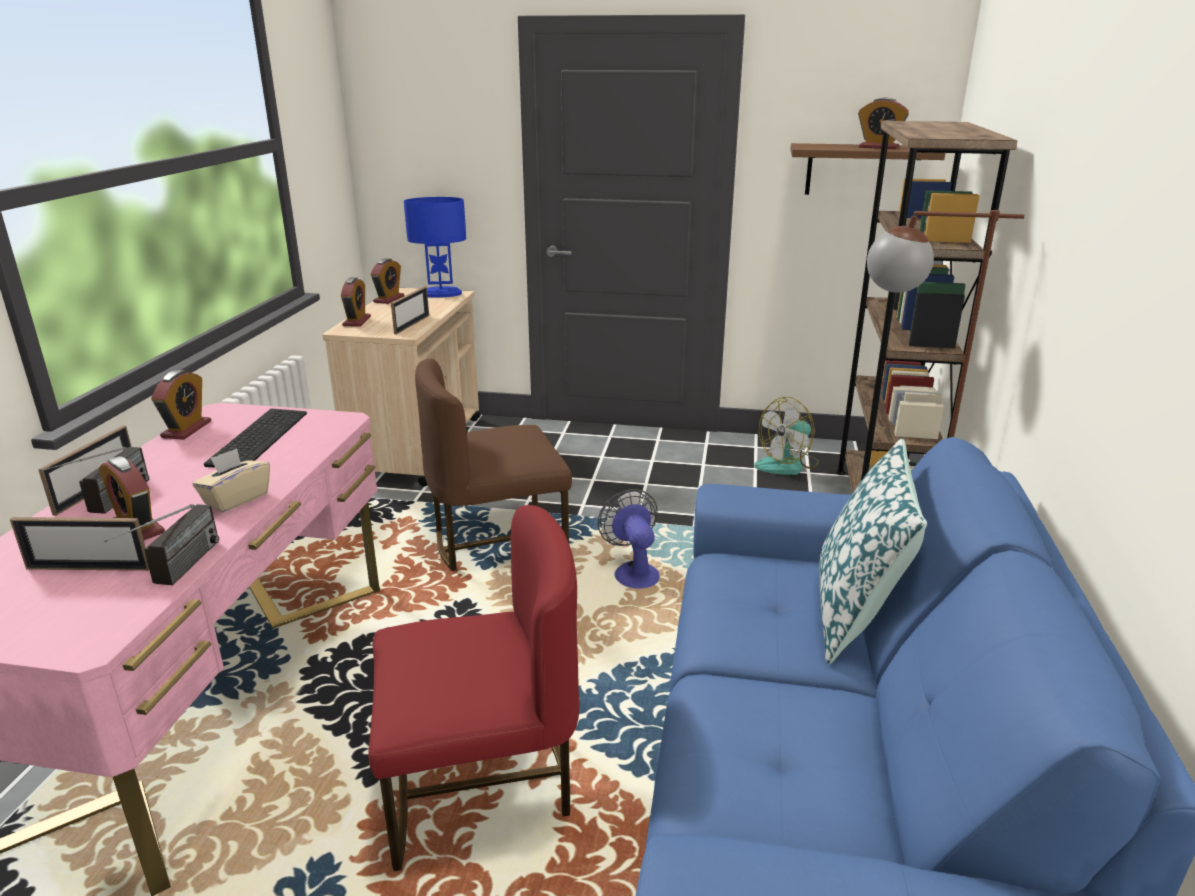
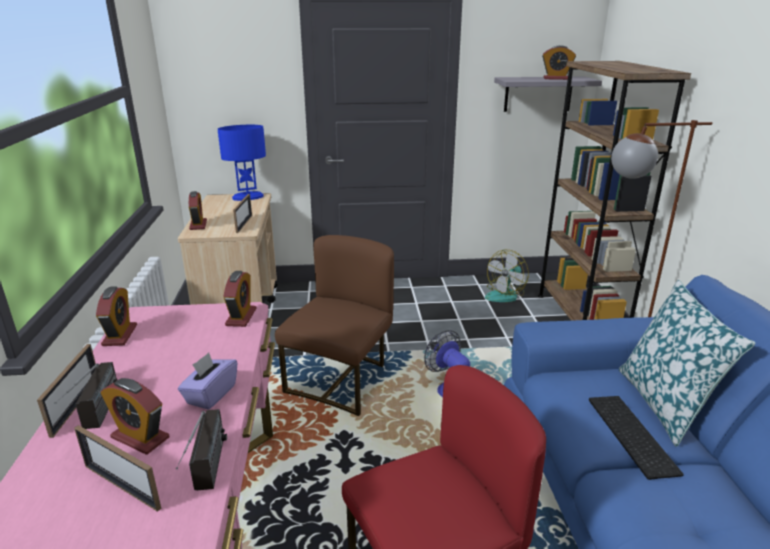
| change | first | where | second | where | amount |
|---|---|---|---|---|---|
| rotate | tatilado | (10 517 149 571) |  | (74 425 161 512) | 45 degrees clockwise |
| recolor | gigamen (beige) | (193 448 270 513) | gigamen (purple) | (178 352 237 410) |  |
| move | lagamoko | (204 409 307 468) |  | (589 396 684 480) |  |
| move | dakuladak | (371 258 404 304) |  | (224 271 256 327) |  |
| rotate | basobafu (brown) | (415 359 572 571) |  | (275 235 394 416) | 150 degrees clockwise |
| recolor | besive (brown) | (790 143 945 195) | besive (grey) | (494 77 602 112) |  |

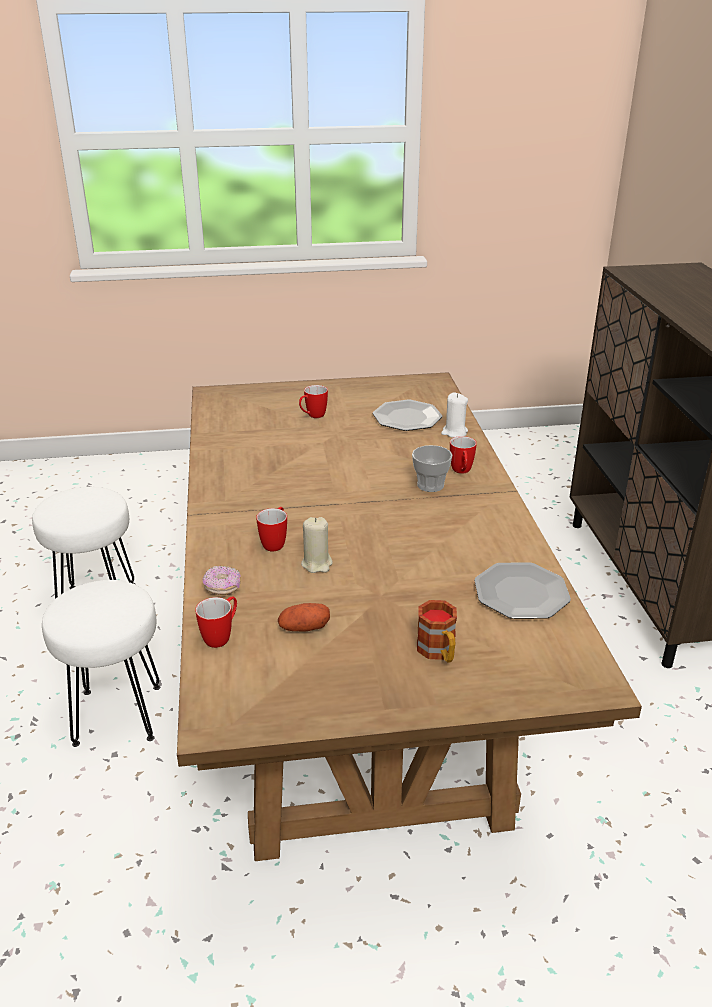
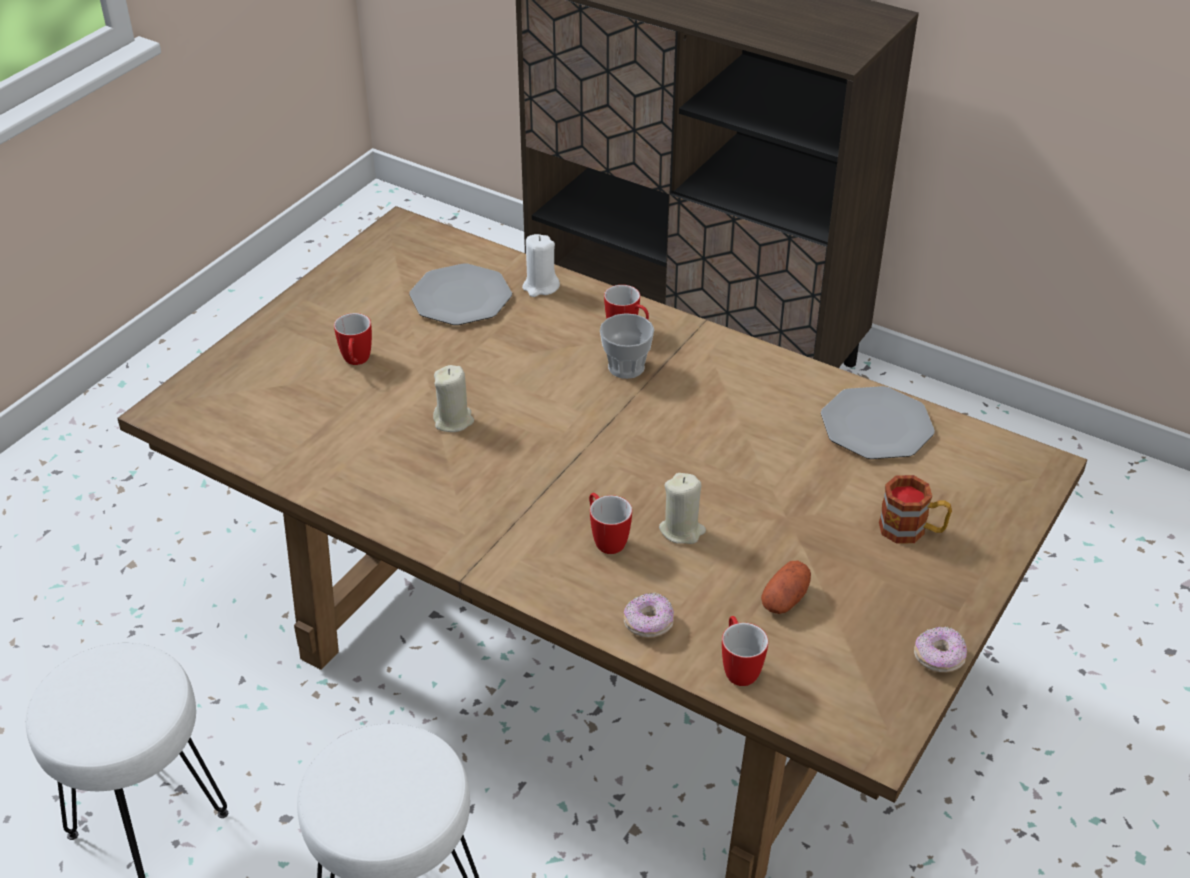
| change | first | where | second | where | amount |
|---|---|---|---|---|---|
| insert |  |  | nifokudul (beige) | (433 365 474 432) |  |
| insert |  |  | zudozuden | (914 626 967 673) |  |

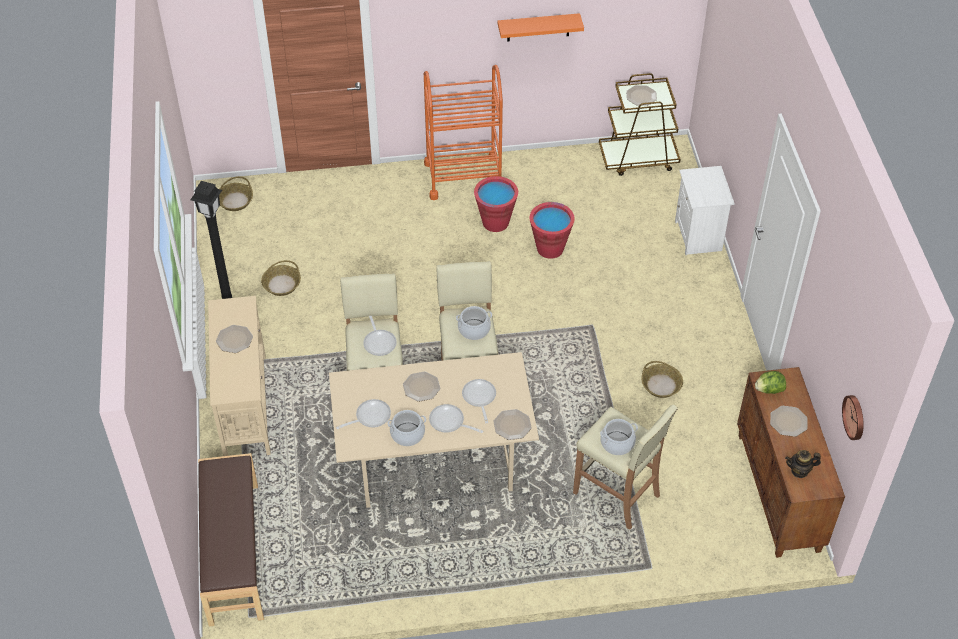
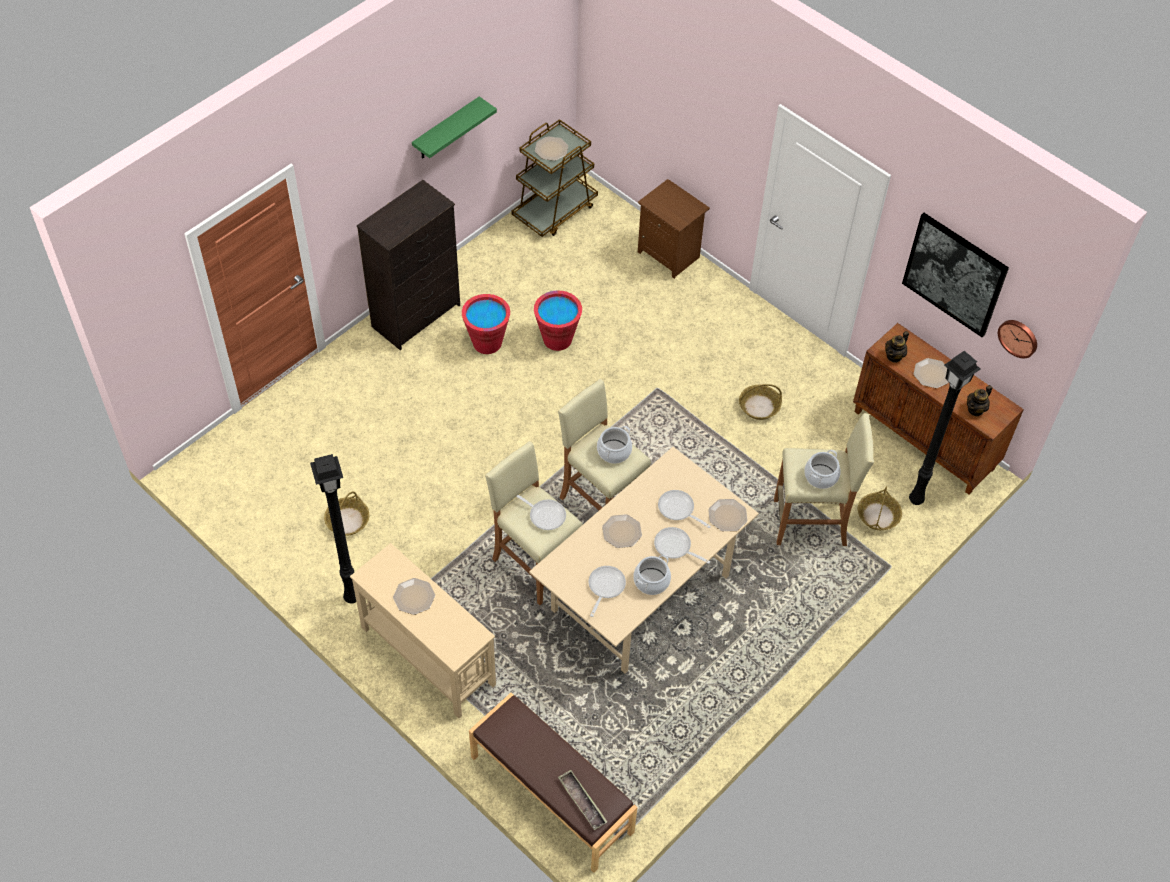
| change | first | where | second | where | amount |
|---|---|---|---|---|---|
| move | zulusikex | (219 176 253 211) |  | (858 486 902 530) |  |
| replace | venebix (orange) | (424 65 503 200) | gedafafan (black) | (357 180 460 350) |  |
| rotate | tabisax | (429 404 483 433) |  | (654 527 710 564) | 45 degrees clockwise |
| recolor | besive (orange) | (498 13 584 42) | besive (green) | (412 96 497 159) |  |
| recolor | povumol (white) | (675 166 735 256) | povumol (brown) | (638 179 710 279) |  |
| replace | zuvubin | (755 371 786 394) | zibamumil | (885 331 909 363) |  |
| insert |  |  | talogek | (558 770 607 830) |  |
| insert |  |  | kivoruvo | (902 213 1009 337) |  |
| insert |  |  | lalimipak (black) | (909 351 980 505) |  |

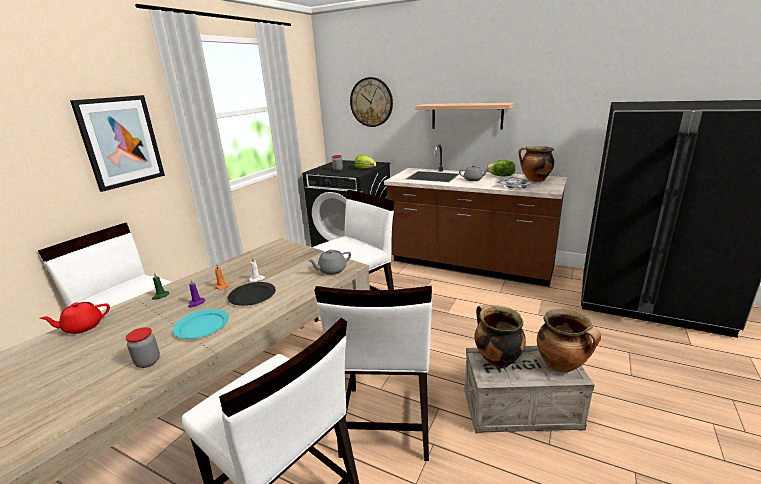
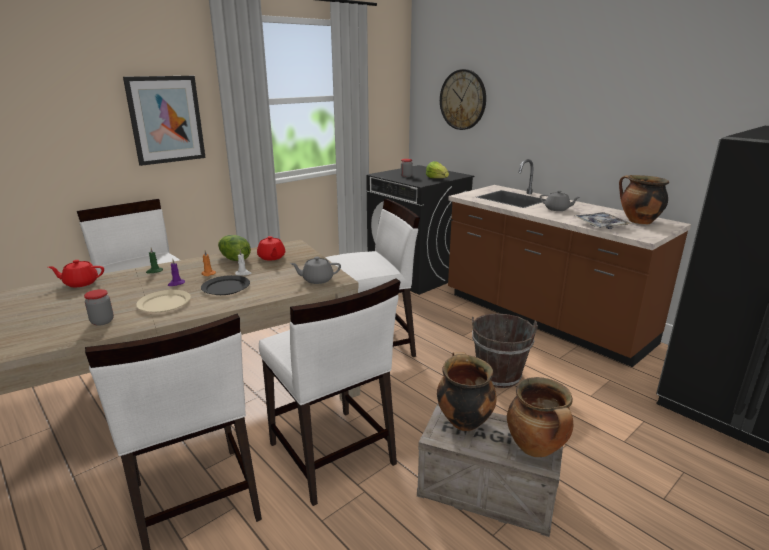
| change | first | where | second | where | amount |
|---|---|---|---|---|---|
| recolor | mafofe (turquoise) | (173 309 229 339) | mafofe (beige) | (136 290 191 312) |  |
| rotate | basobafu (white) | (314 286 432 461) |  | (259 278 400 506) | 60 degrees counterclockwise |
| delete | besive | (415 103 515 130) |  |  |  |
| move | zuvubin | (486 160 515 177) |  | (218 235 251 261) |  |
| insert |  |  | zibamumil (red) | (257 236 285 261) |  |
| insert |  |  | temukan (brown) | (472 313 538 388) |  |

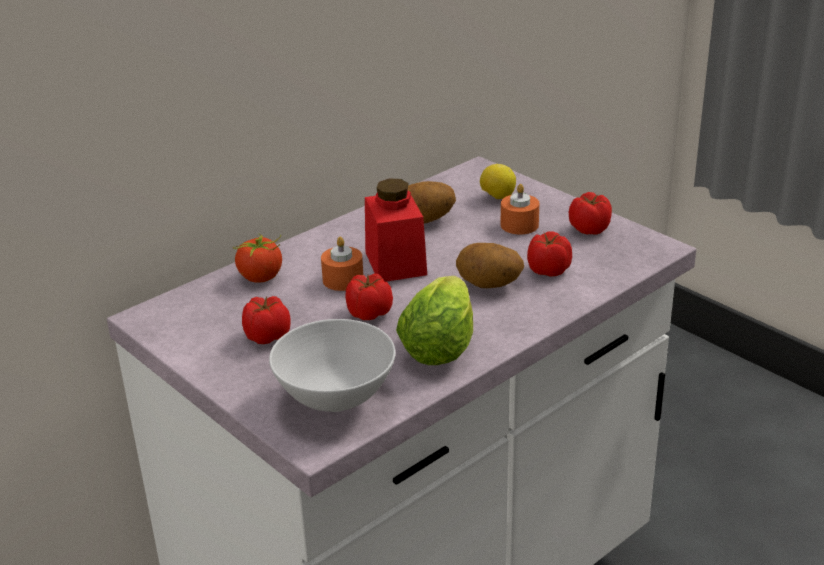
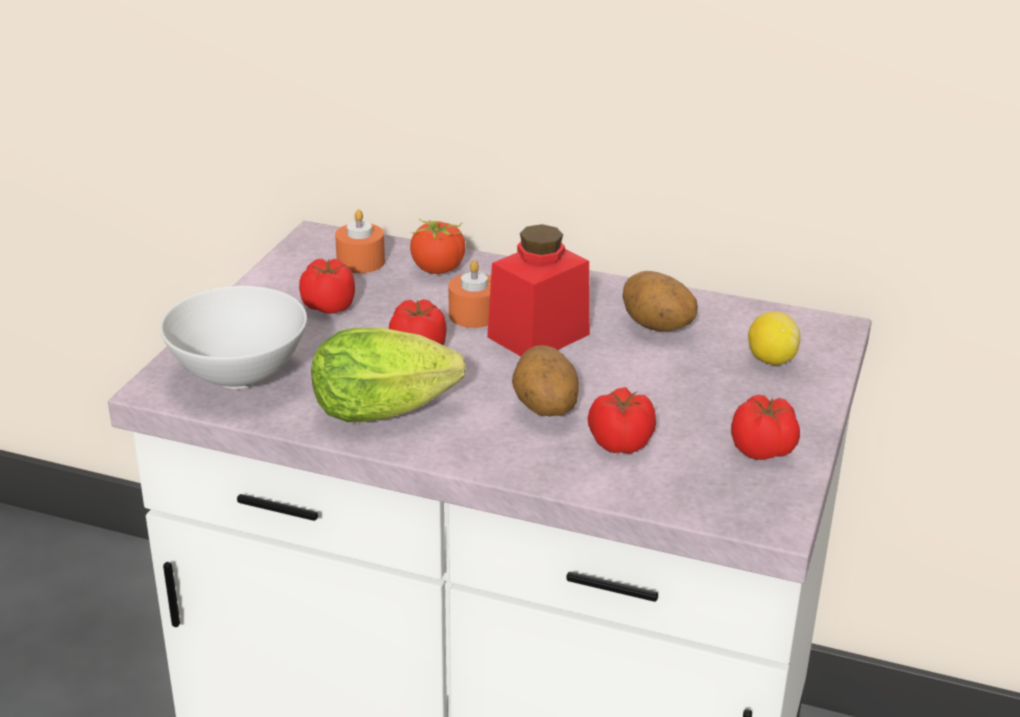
| change | first | where | second | where | amount |
|---|---|---|---|---|---|
| move | nifokudul (orange) | (501 184 539 235) |  | (335 209 385 273) |  |

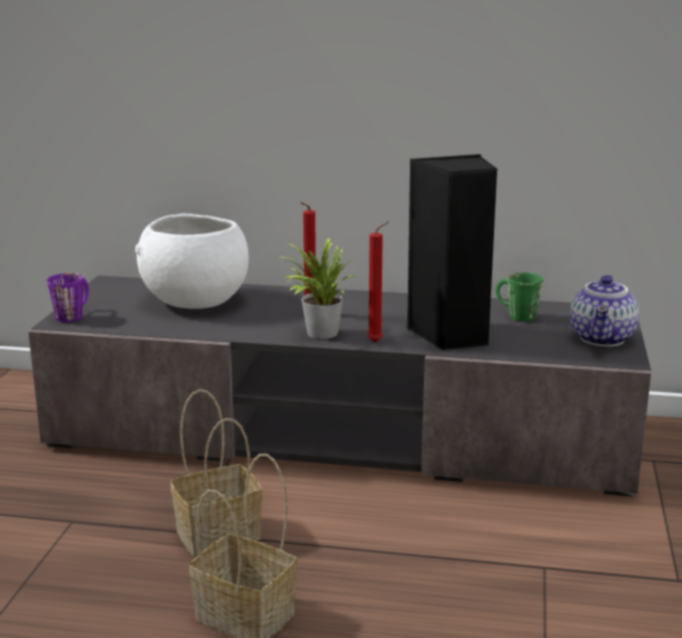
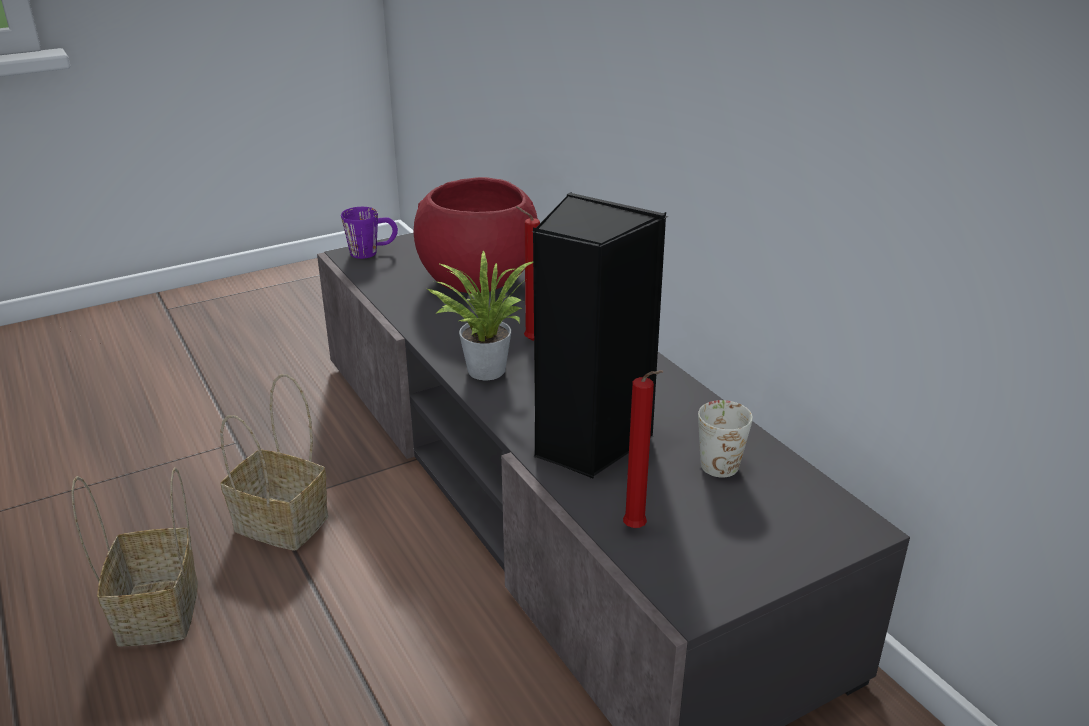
| change | first | where | second | where | amount |
|---|---|---|---|---|---|
| recolor | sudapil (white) | (135 214 249 309) | sudapil (red) | (413 177 538 293) |  |
| move | nifokudul (red) | (367 221 390 342) |  | (623 370 663 528) |  |
| recolor | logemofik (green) | (495 272 543 321) | logemofik (white) | (698 400 753 477) |  |
| delete | zibamumil | (570 275 639 347) |  |  |  |

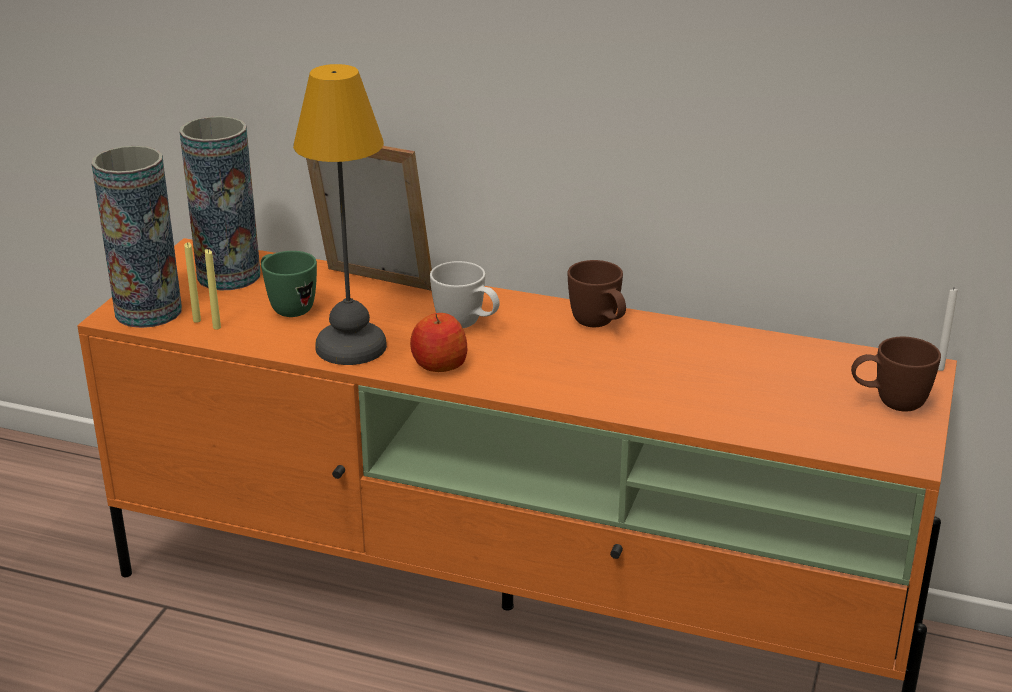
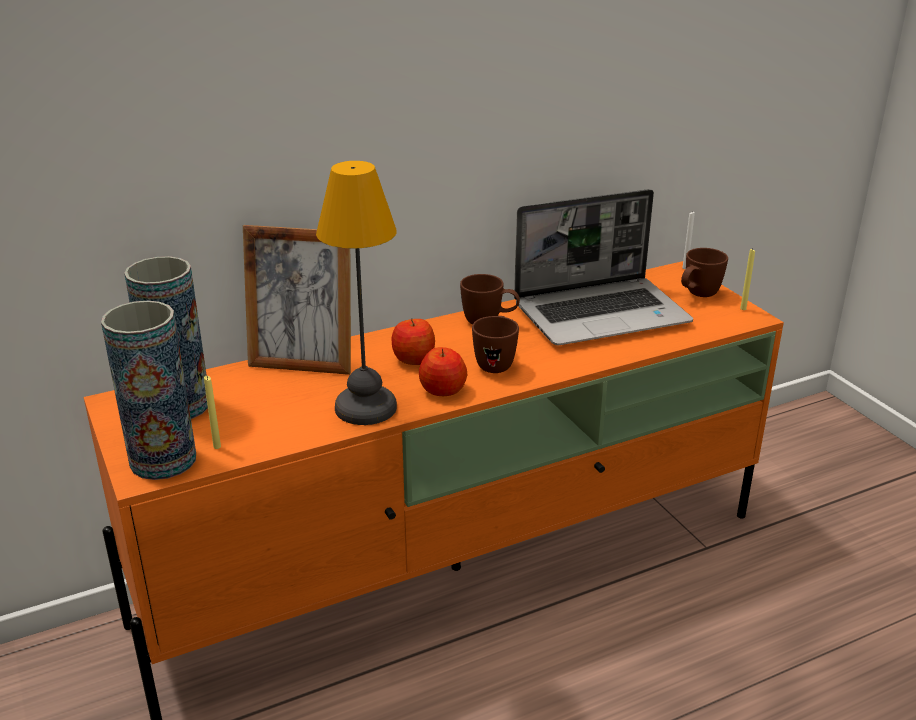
| change | first | where | second | where | amount |
|---|---|---|---|---|---|
| move | nifokudul (yellow) | (205 249 221 330) |  | (740 249 755 310) |  |
| delete | logemofik (green) | (261 251 317 317) |  |  |  |
| rotate | tatilado | (306 146 432 291) |  | (243 225 351 375) | 150 degrees counterclockwise |
| replace | logemofik (white) | (430 261 500 328) | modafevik | (391 318 435 365) |  |
| insert |  |  | logemofik (brown) | (472 316 519 373) |  |
| insert |  |  | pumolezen | (514 189 693 345) |  |

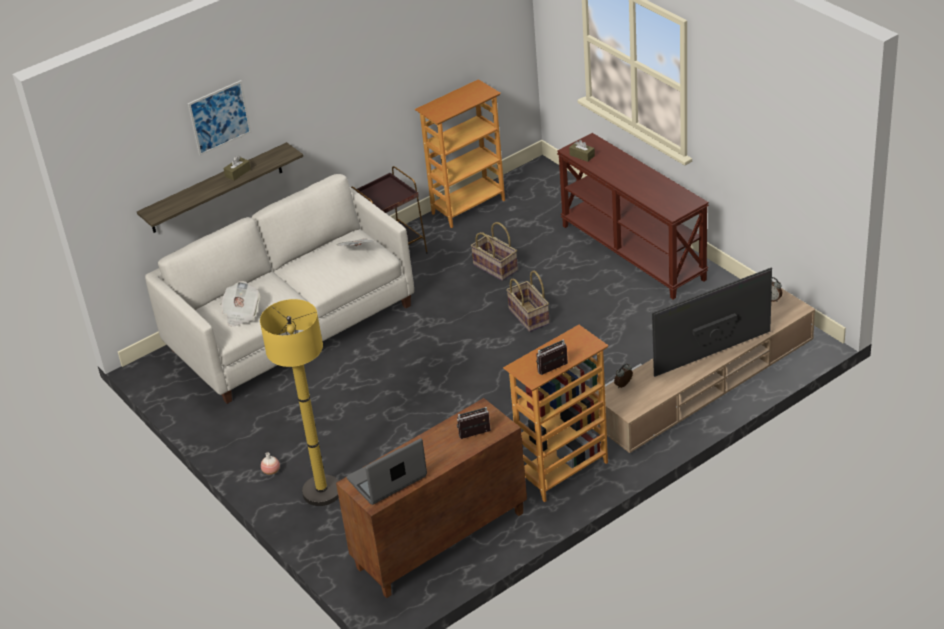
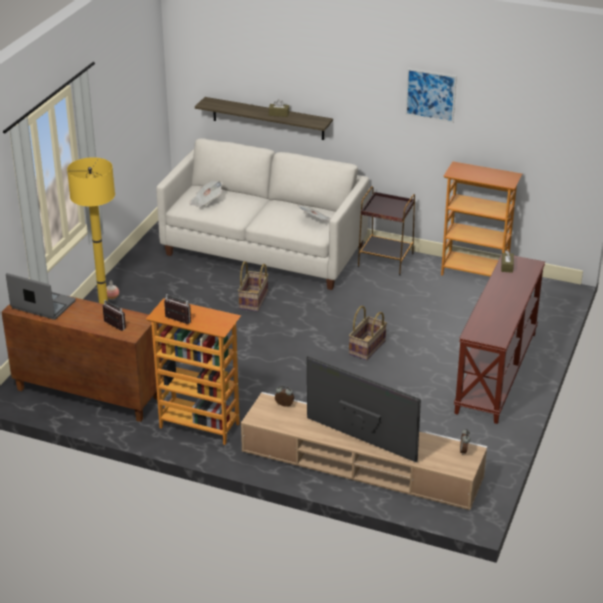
| change | first | where | second | where | amount |
|---|---|---|---|---|---|
| move | kivoruvo | (188 80 252 156) |  | (405 68 457 123) |  |
| move | zulusikex | (471 222 518 281) |  | (238 261 268 312) |  |

